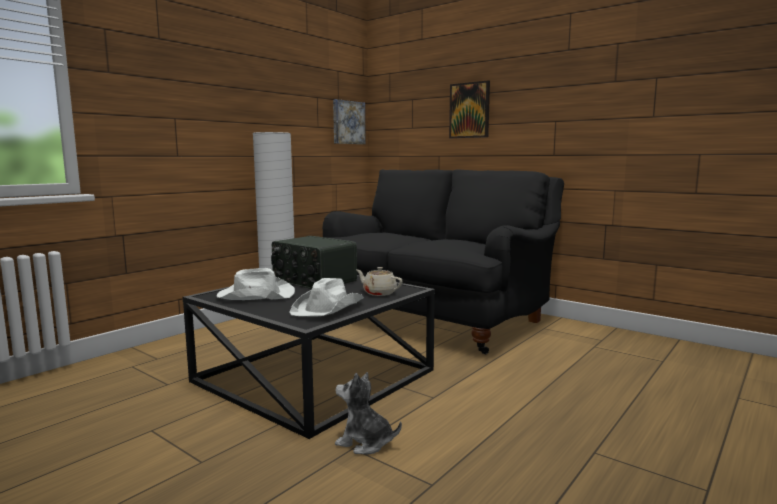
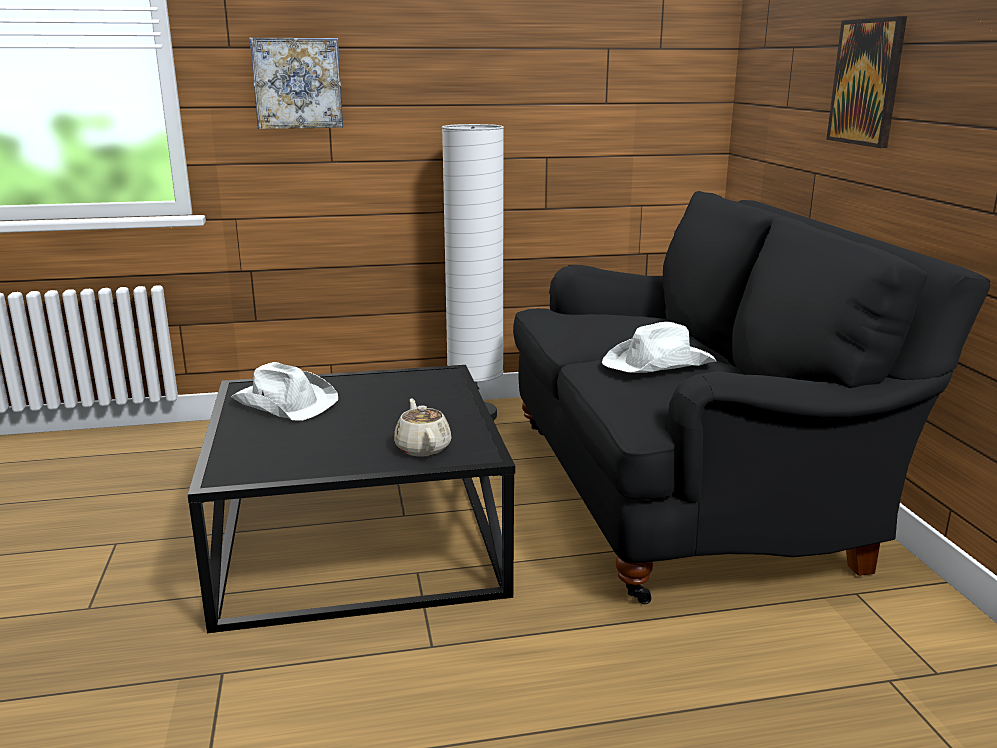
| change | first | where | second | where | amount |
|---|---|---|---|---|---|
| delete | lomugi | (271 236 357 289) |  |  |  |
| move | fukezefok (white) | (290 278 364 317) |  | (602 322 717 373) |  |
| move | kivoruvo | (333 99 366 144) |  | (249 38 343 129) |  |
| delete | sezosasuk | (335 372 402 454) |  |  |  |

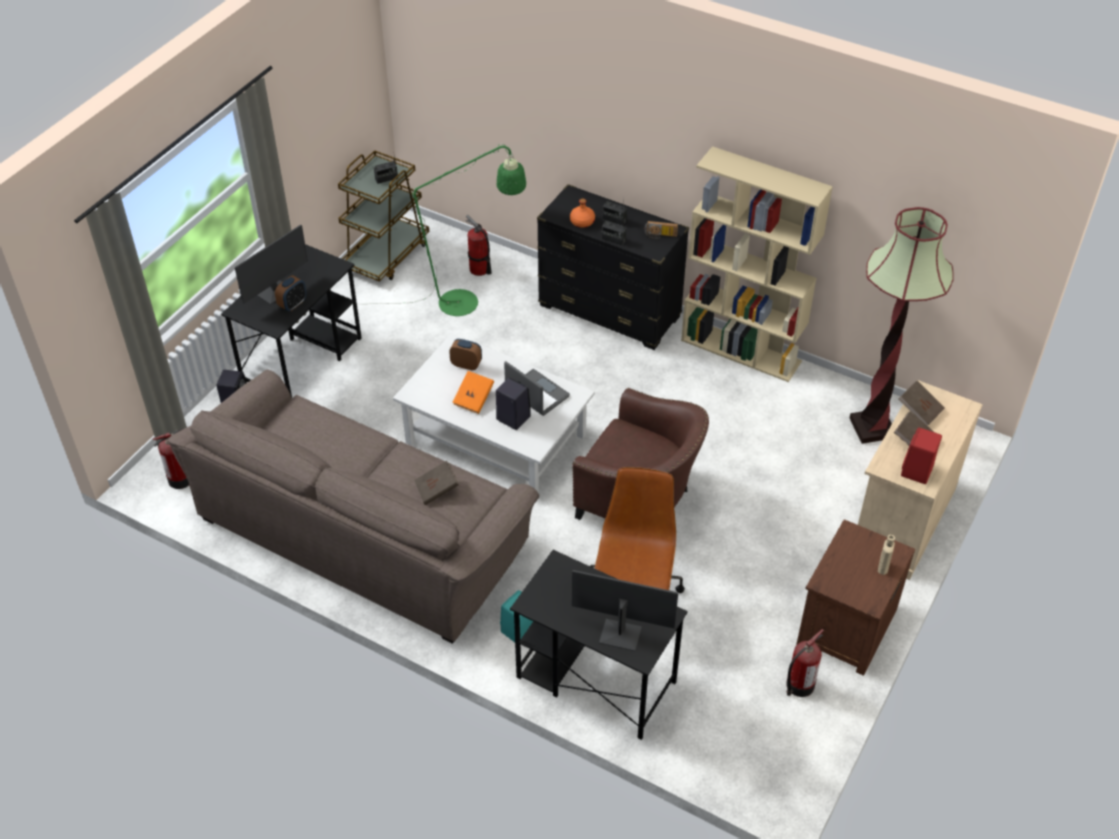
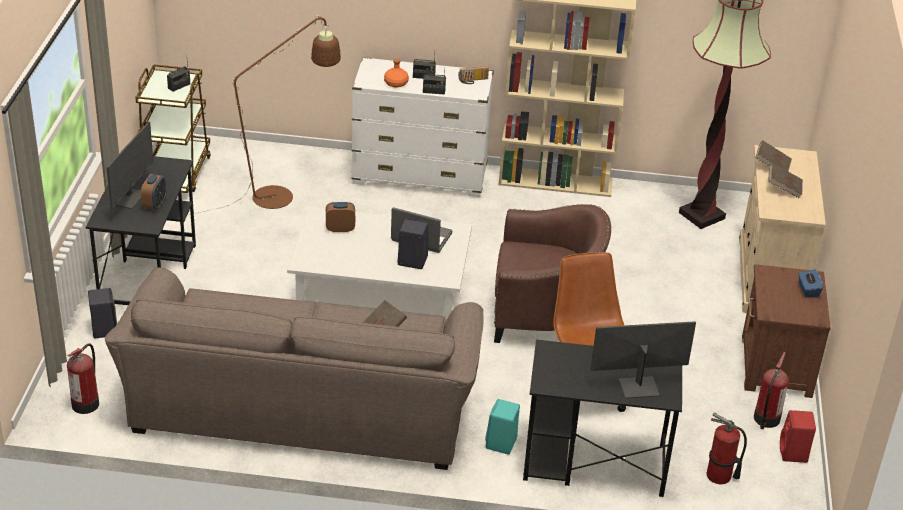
| change | first | where | second | where | amount |
|---|---|---|---|---|---|
| recolor | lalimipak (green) | (352 144 526 316) | lalimipak (brown) | (189 15 341 215) |  |
| delete | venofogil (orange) | (452 371 494 414) |  |  |  |
| move | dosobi | (466 215 492 276) |  | (707 413 747 484) |  |
| recolor | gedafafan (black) | (537 184 689 350) | gedafafan (white) | (351 57 494 197) |  |
| replace | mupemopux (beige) | (878 535 895 575) | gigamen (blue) | (798 269 823 297) |  |
| move | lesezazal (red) | (901 428 942 484) |  | (780 410 816 463) |  |

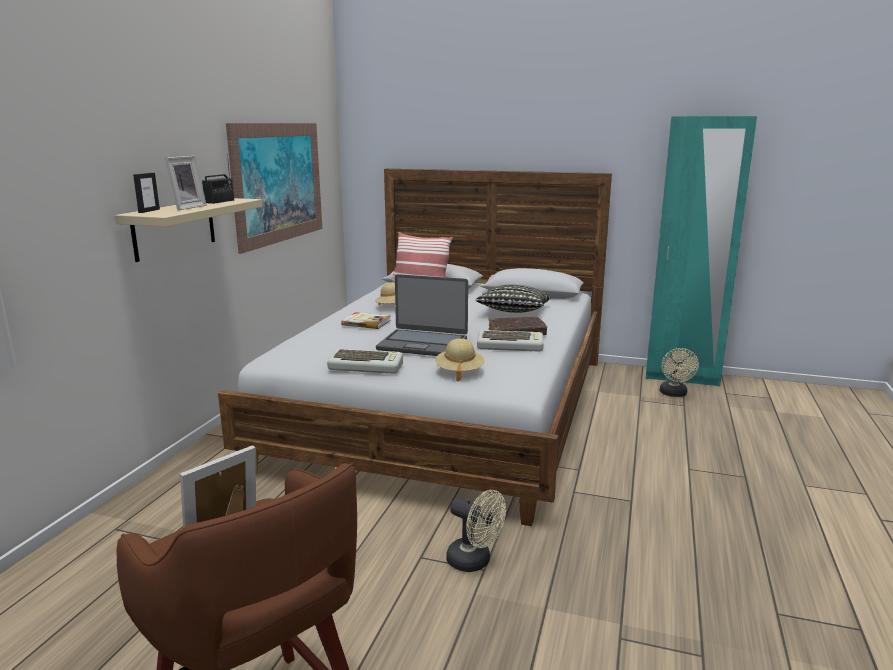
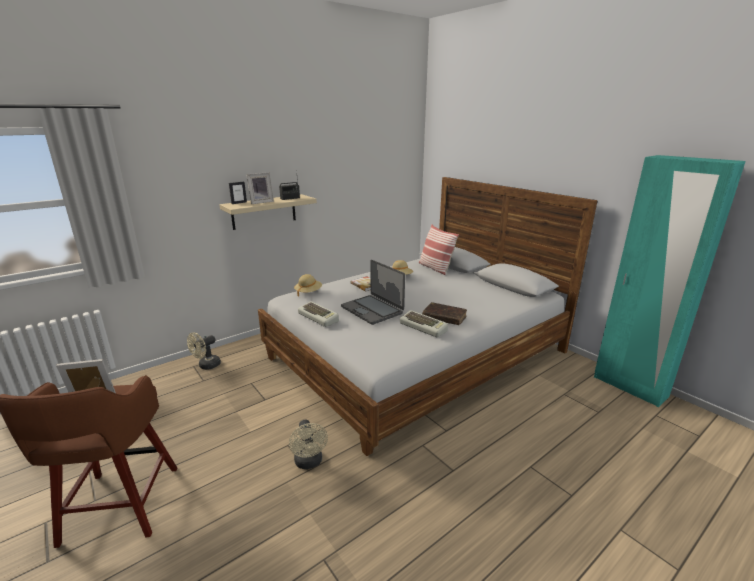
| change | first | where | second | where | amount |
|---|---|---|---|---|---|
| delete | kivoruvo | (226 123 322 254) |  |  |  |
| move | fukezefok (beige) | (435 338 485 382) |  | (294 274 322 297) |  |
| delete | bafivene | (475 285 551 313) |  |  |  |
| move | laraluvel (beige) | (660 348 699 397) |  | (187 332 221 370) |  |

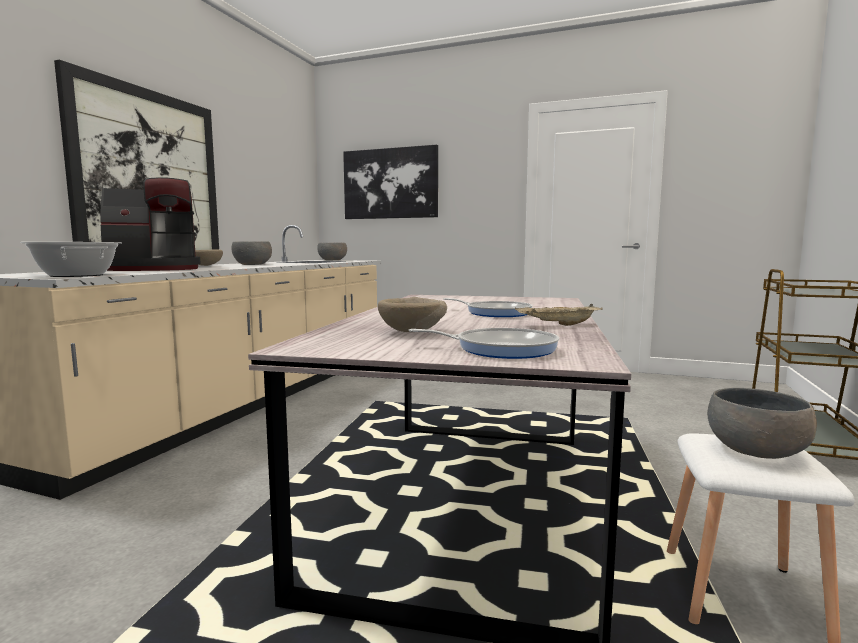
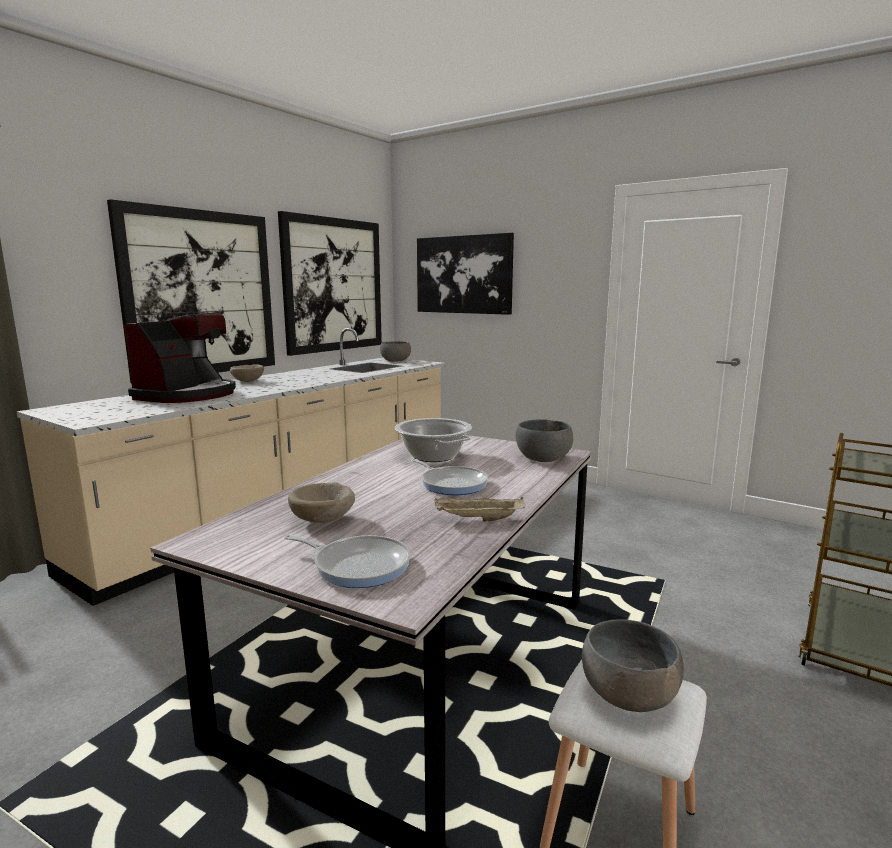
| change | first | where | second | where | amount |
|---|---|---|---|---|---|
| move | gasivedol | (20 242 122 277) |  | (395 418 472 462) |  |
| rotate | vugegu | (100 177 200 271) |  | (124 313 236 403) | 60 degrees counterclockwise |
| move | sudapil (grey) | (231 241 272 265) |  | (515 419 573 462) |  |
| insert |  |  | kivoruvo | (278 211 382 356) |  |

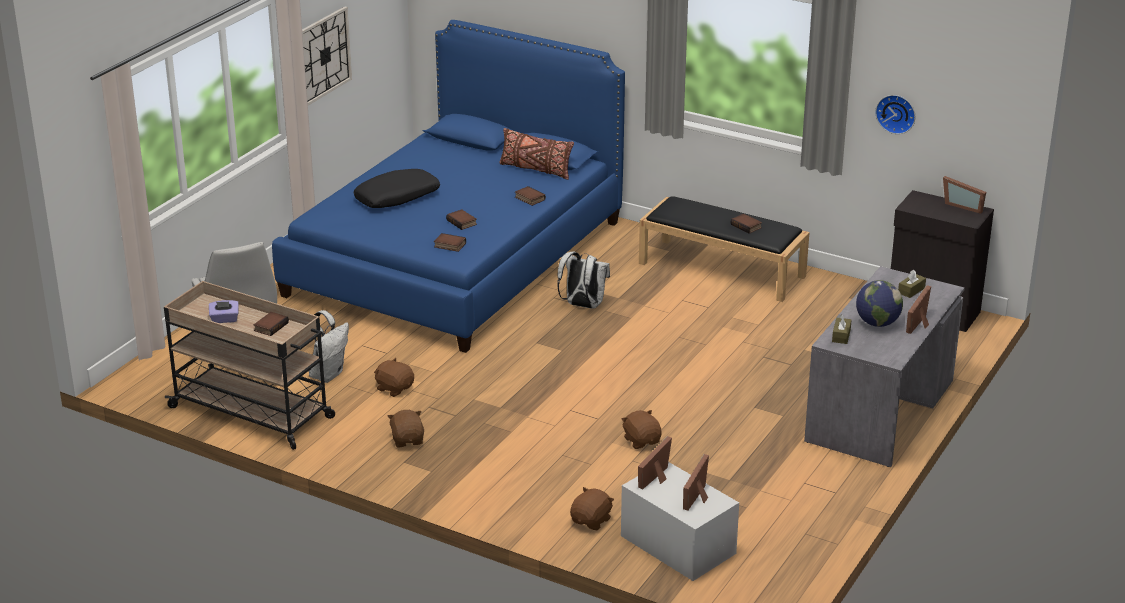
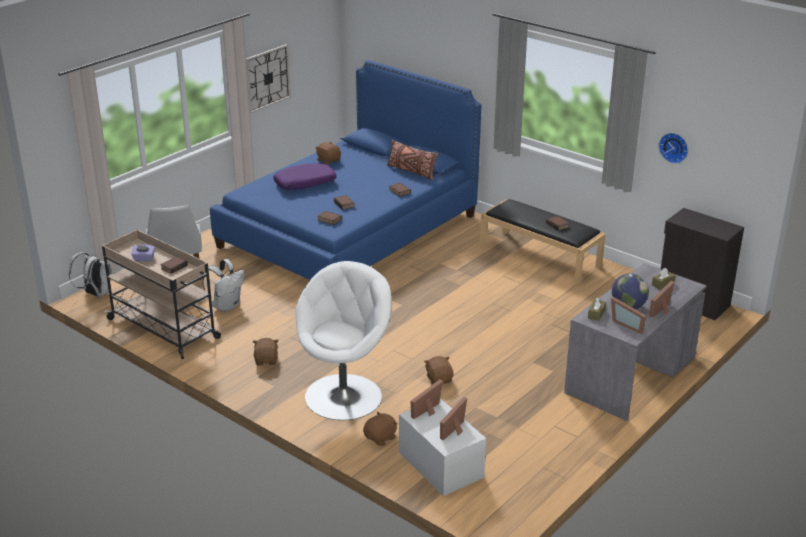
| change | first | where | second | where | amount |
|---|---|---|---|---|---|
| recolor | bafivene (black) | (354 169 440 208) | bafivene (purple) | (274 164 337 189) |  |
| move | sezosasuk (brown) | (374 358 414 397) |  | (316 142 341 165) |  |
| move | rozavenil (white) | (557 252 610 309) |  | (69 252 112 297) |  |
| move | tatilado | (943 176 986 214) |  | (611 297 646 334) |  |
| insert |  |  | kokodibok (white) | (296 261 392 420) |  |

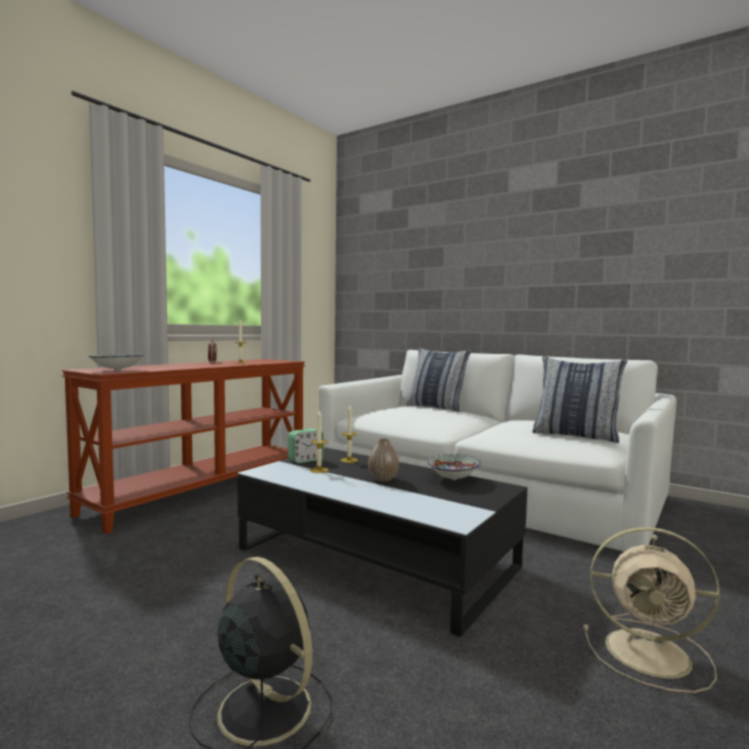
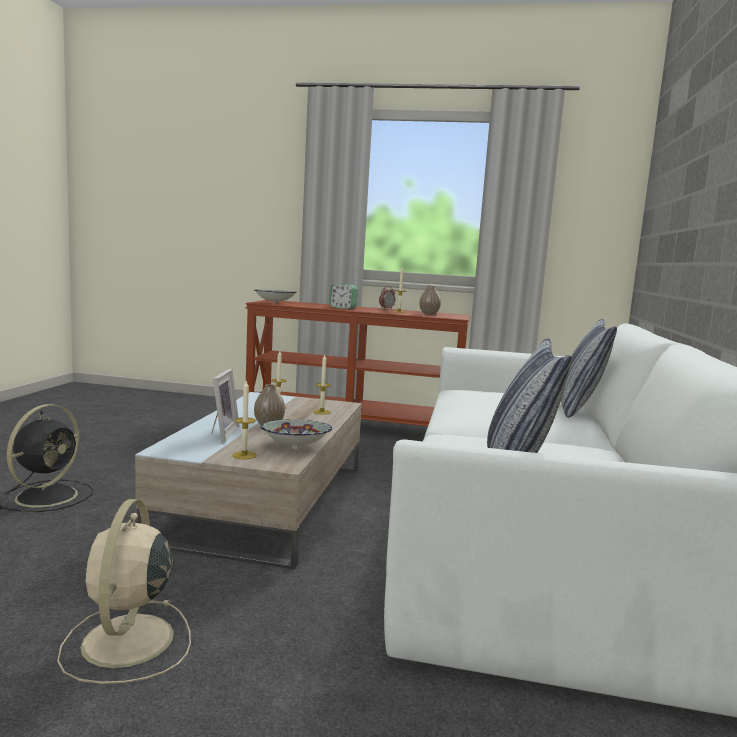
| change | first | where | second | where | amount |
|---|---|---|---|---|---|
| recolor | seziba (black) | (237 448 528 637) | seziba (beige) | (135 392 362 569) |  |
| move | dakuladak | (288 428 324 463) |  | (329 284 358 309) |  |
| insert |  |  | tatilado | (211 369 240 443) |  |
| insert |  |  | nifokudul | (232 380 257 459) |  |
| insert |  |  | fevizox | (419 285 441 315) |  |

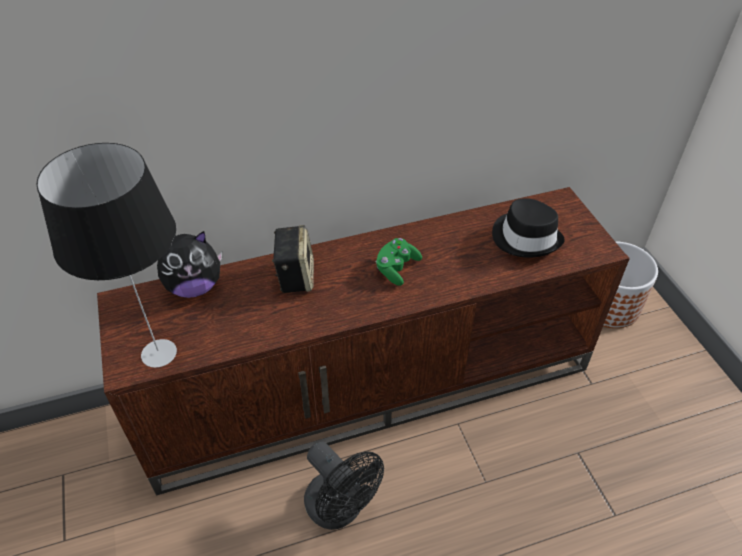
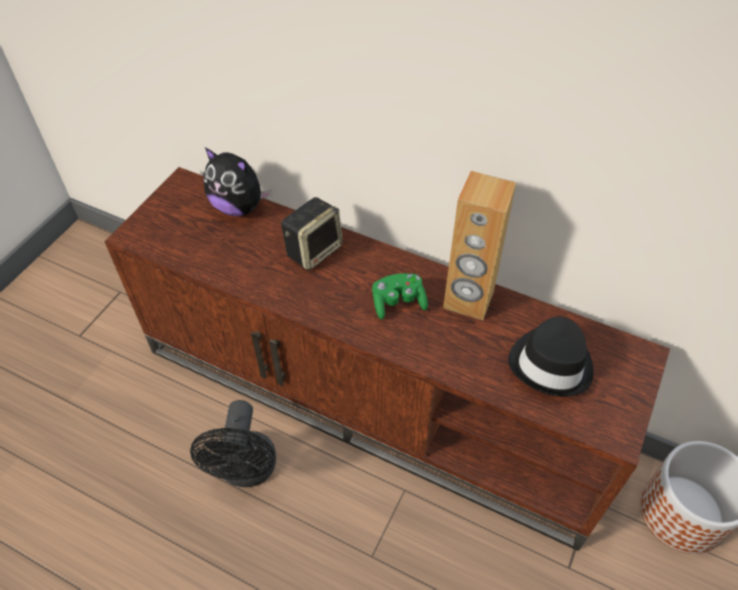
| change | first | where | second | where | amount |
|---|---|---|---|---|---|
| delete | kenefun | (36 143 177 368) |  |  |  |
| insert |  |  | lesezazal (brown) | (443 171 516 320) |  |

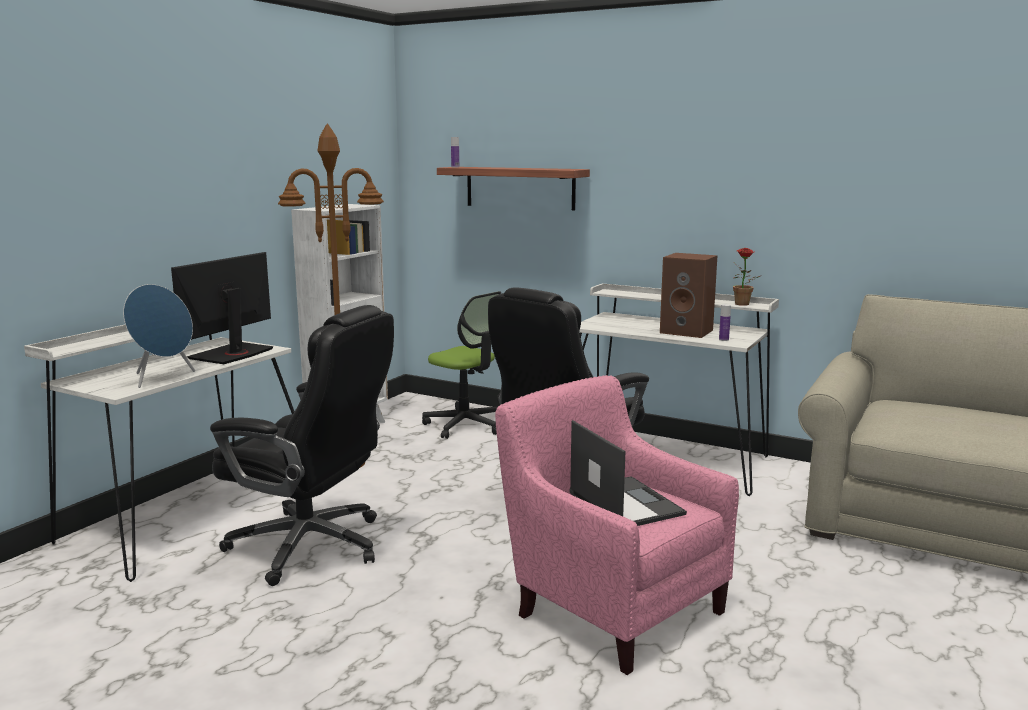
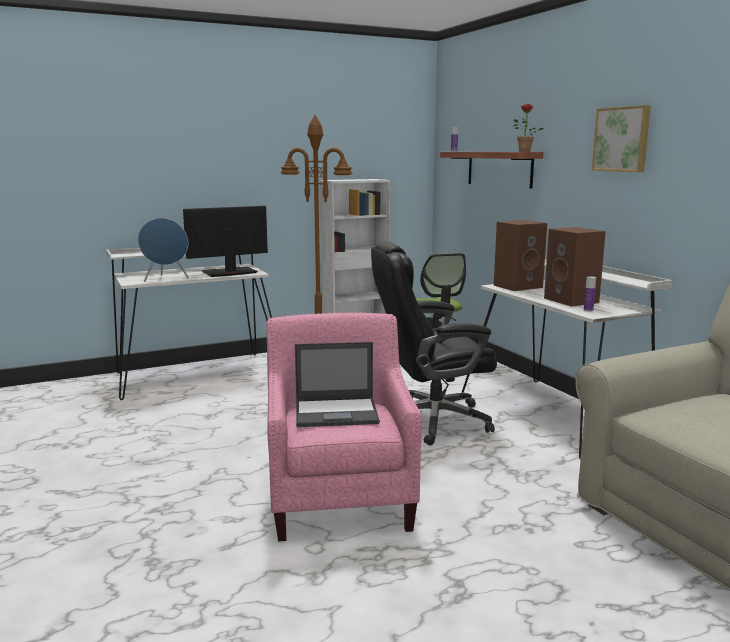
| change | first | where | second | where | amount |
|---|---|---|---|---|---|
| delete | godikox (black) | (210 305 394 586) |  |  |  |
| rotate | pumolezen | (569 420 687 526) |  | (295 342 380 427) | 75 degrees clockwise |
| move | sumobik | (733 248 760 306) |  | (514 104 544 152) |  |
| insert |  |  | lesezazal (brown) | (494 220 547 291) |  |
| insert |  |  | kivoruvo | (592 105 651 172) |  |

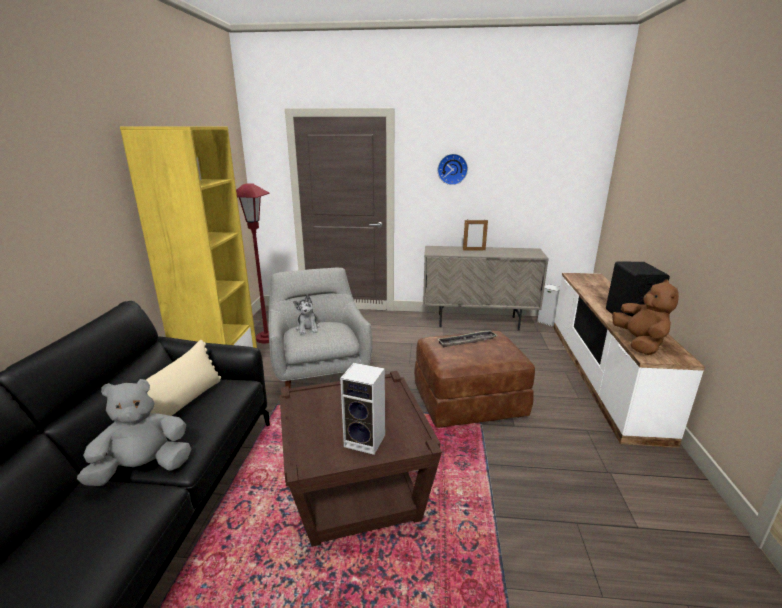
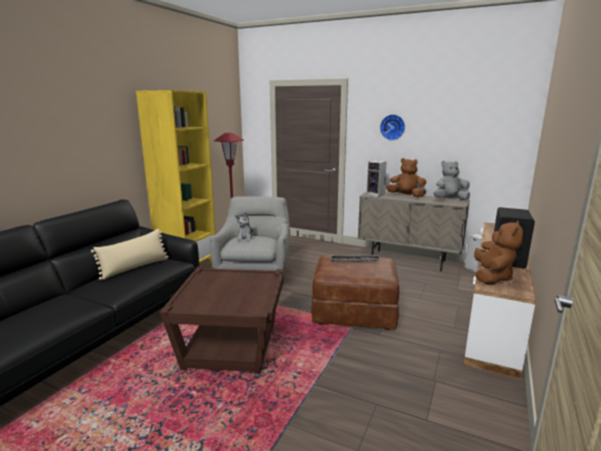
| change | first | where | second | where | amount |
|---|---|---|---|---|---|
| move | sezosasuk (grey) | (77 379 191 486) |  | (434 161 470 200) |  |
| move | lesezazal | (340 363 385 455) |  | (366 160 387 197) |  |
| replace | tatilado | (463 220 488 251) | sezosasuk (brown) | (386 158 426 197) |  |

